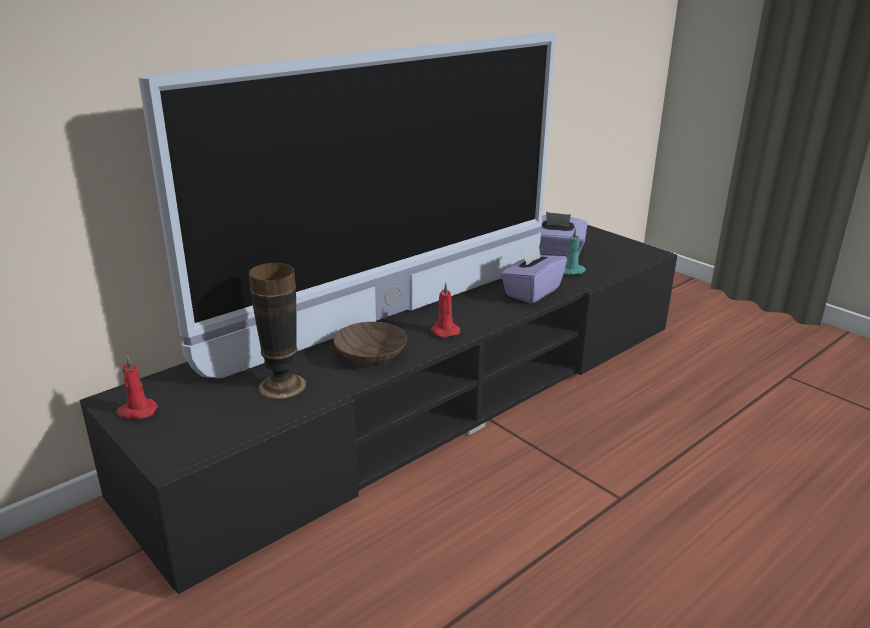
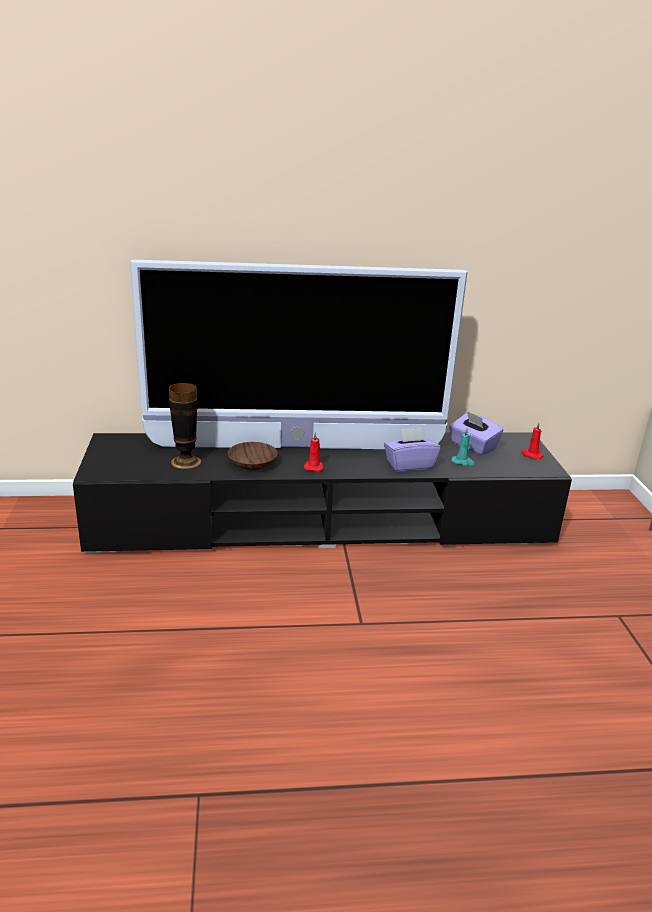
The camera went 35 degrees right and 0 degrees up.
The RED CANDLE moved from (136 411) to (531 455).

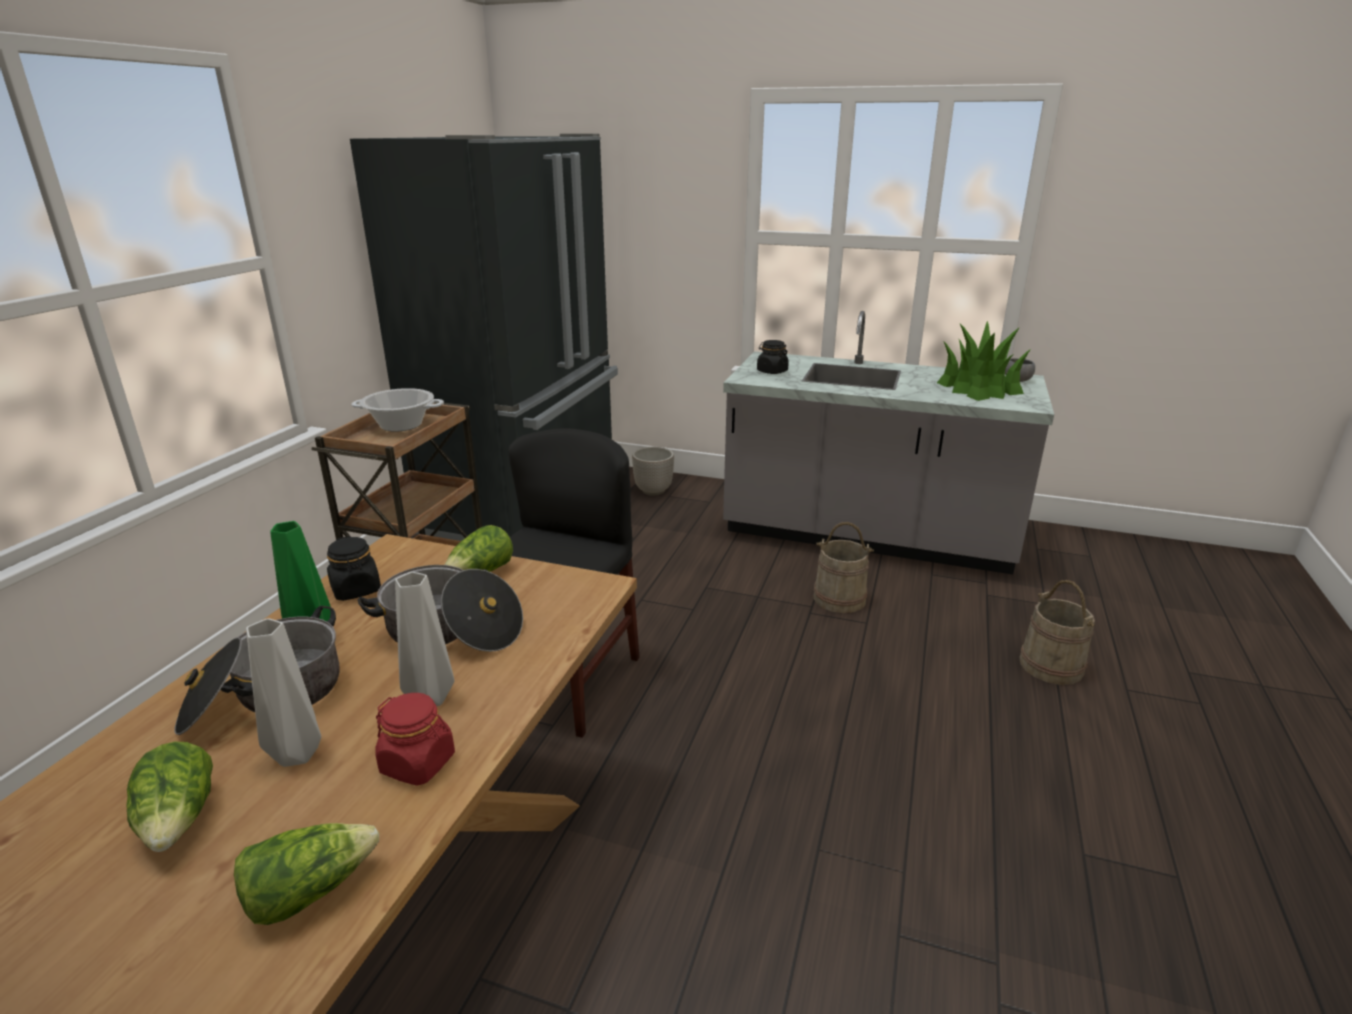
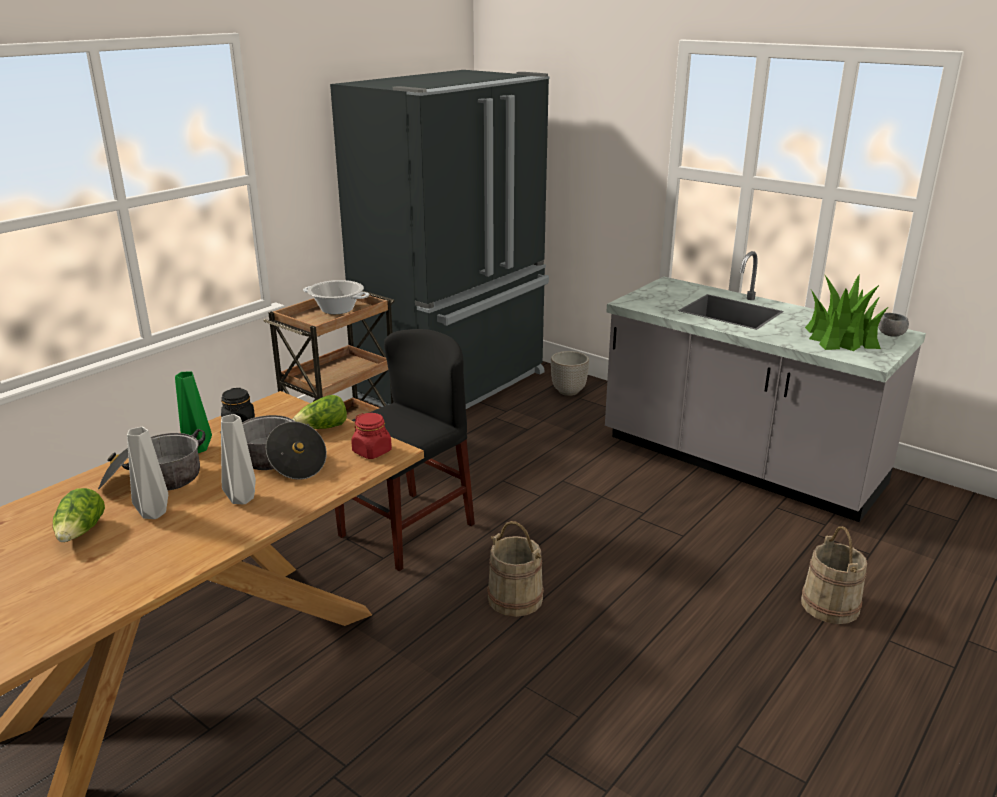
The camera went 20 degrees right and 0 degrees up.
The LETTUCE at (309 891) disappeared.
The BLACK JAR at (772 371) disappeared.
The RED JAR moved from (418 763) to (372 451).
The BEIGE BUCKET moved from (839 599) to (515 598).

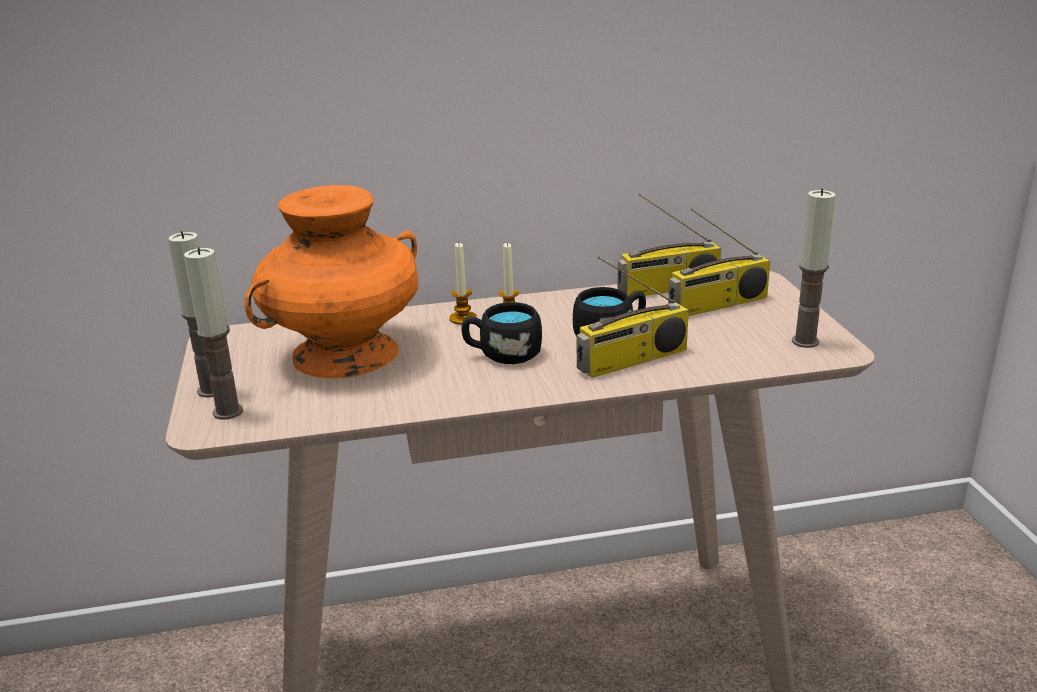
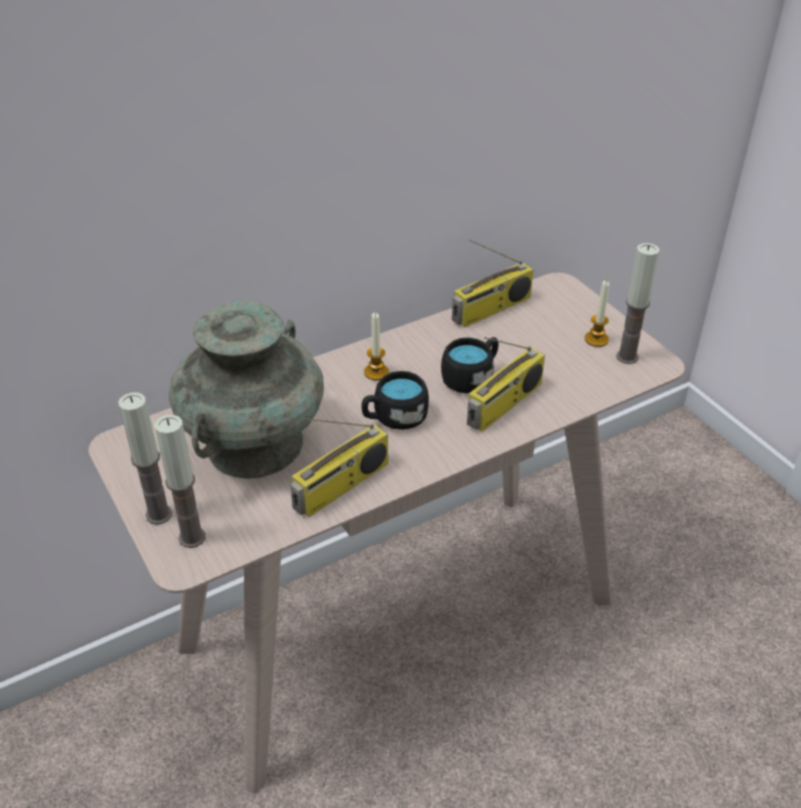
The camera went 20 degrees left and 15 degrees up.
The CANDLE moved from (463 318) to (596 339).
The RADIO moved from (717 305) to (341 487).
The ORANGE VASE at (346 354) became the TURQUOISE VASE at (255 443).

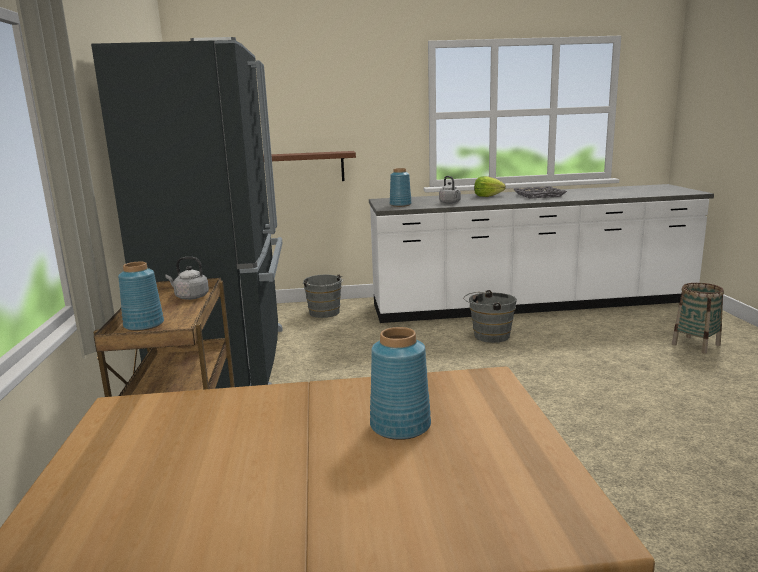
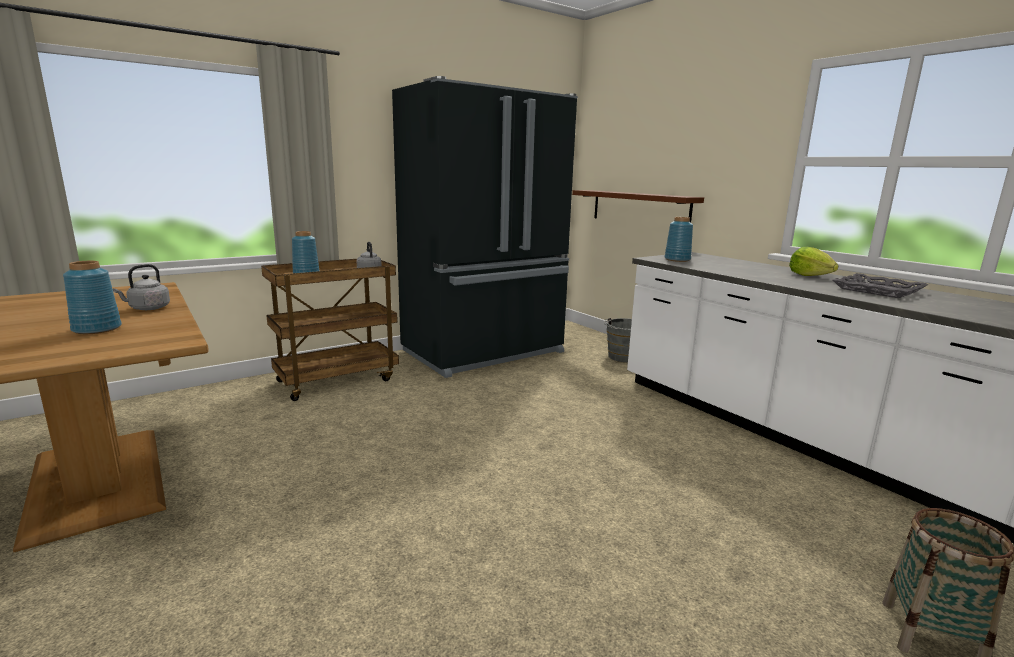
The camera went 60 degrees right and 0 degrees up.
The GREY BUCKET at (488 336) disappeared.
The GREY KETTLE moved from (450 203) to (147 308).

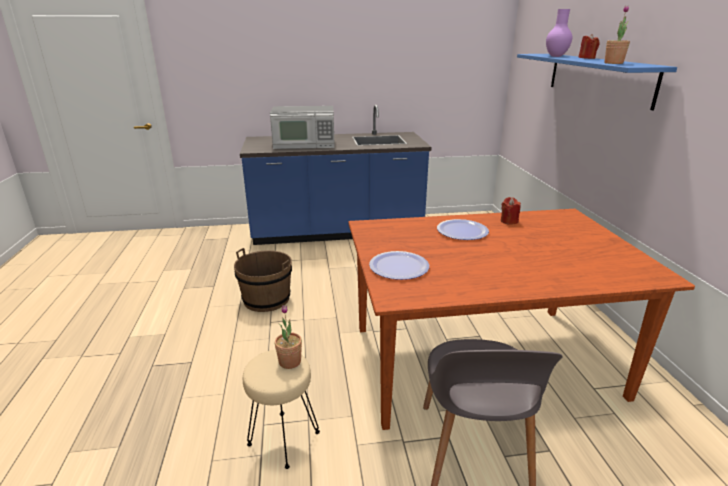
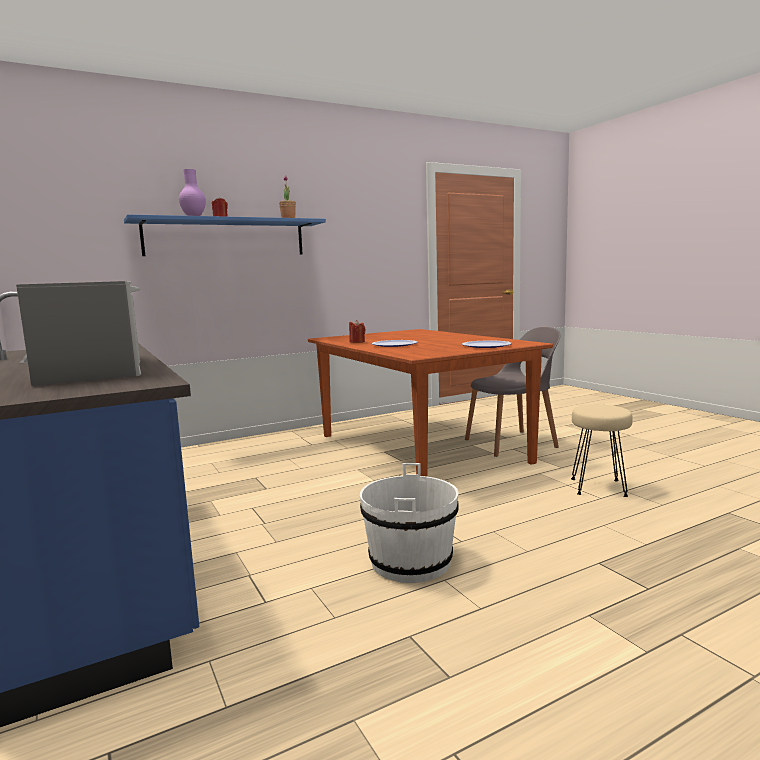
The camera went 110 degrees left and 15 degrees down.
The POTTED PLANT at (290 362) disappeared.
The BROWN BUCKET at (266 299) became the WHITE BUCKET at (410 562).

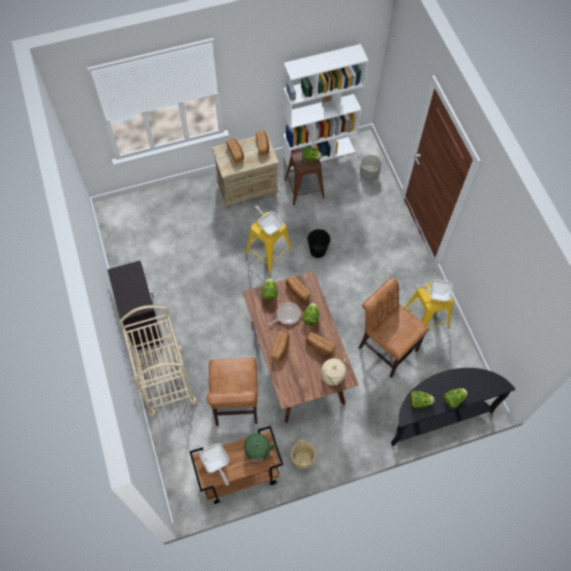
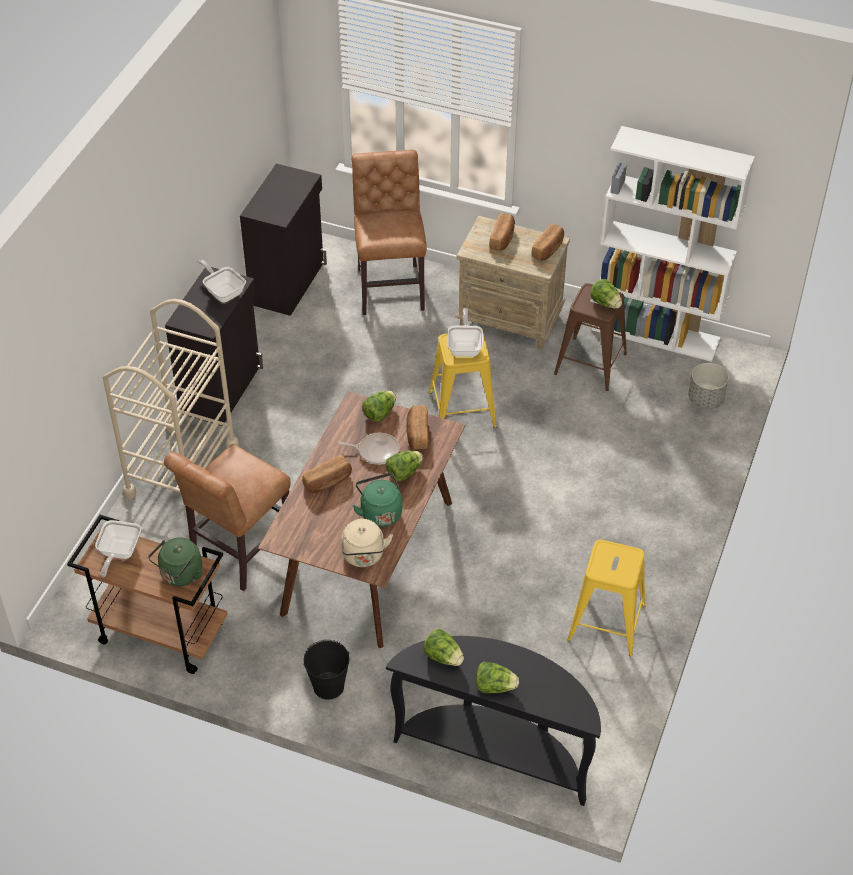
The camera went 40 degrees right and 15 degrees down.
The BEIGE BUCKET at (302 459) disappeared.
The BLACK CABINET at (288 283) appeared.
The BLACK BUCKET moved from (318 251) to (329 686).
The BROWN CHAIR moved from (385 347) to (390 286).
The FRYING PAN moved from (435 294) to (223 292).
The BREAD at (319 347) was replaced by the GREEN KETTLE at (380 512).

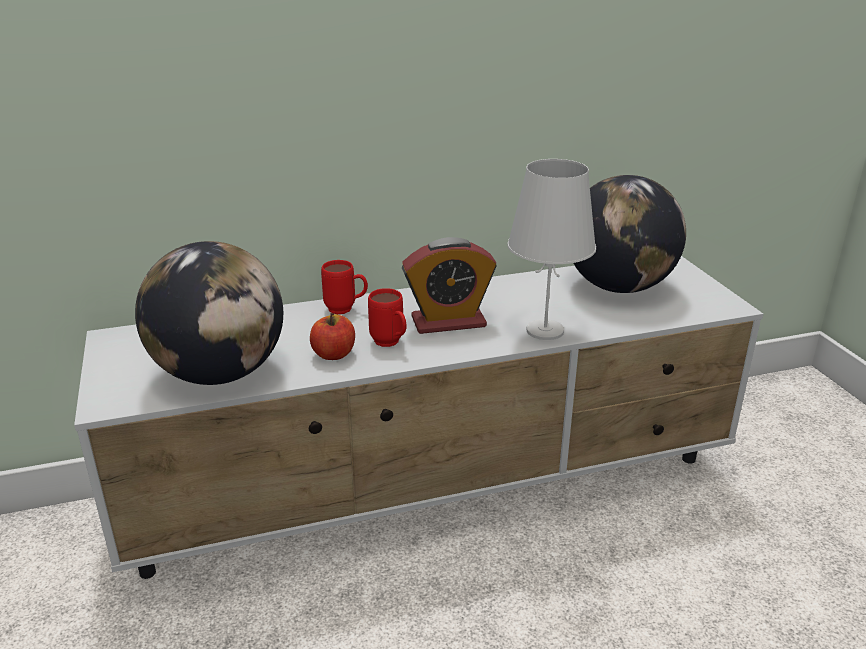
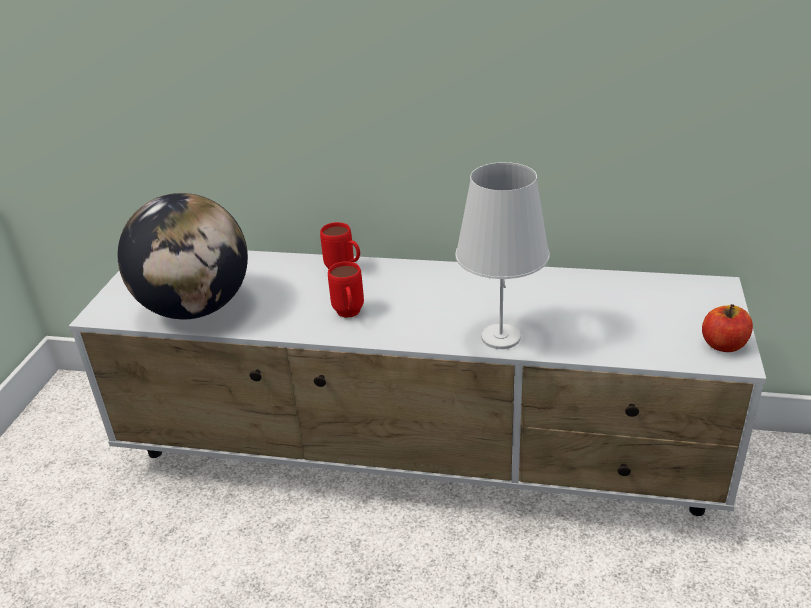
The camera went 30 degrees right and 5 degrees up.
The ALARM CLOCK at (448 322) disappeared.
The GLOBE at (618 287) disappeared.
The APPLE moved from (334 354) to (723 345).

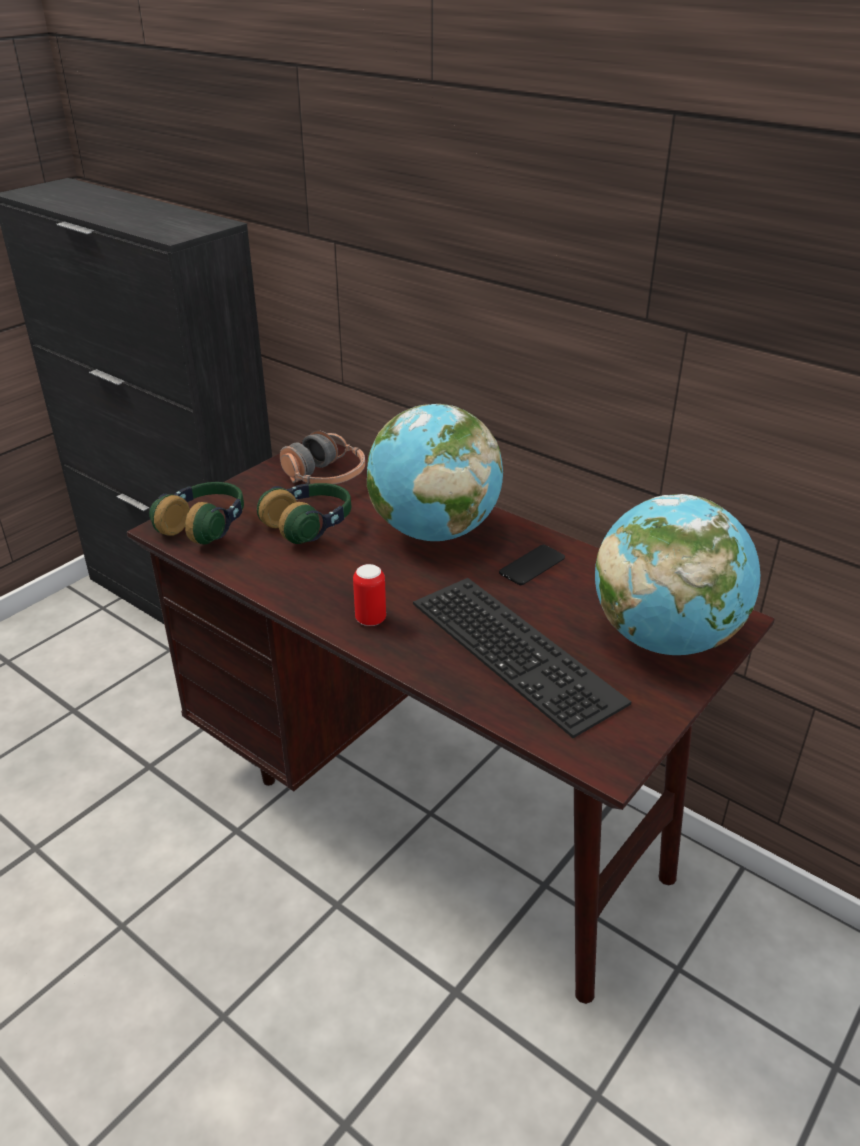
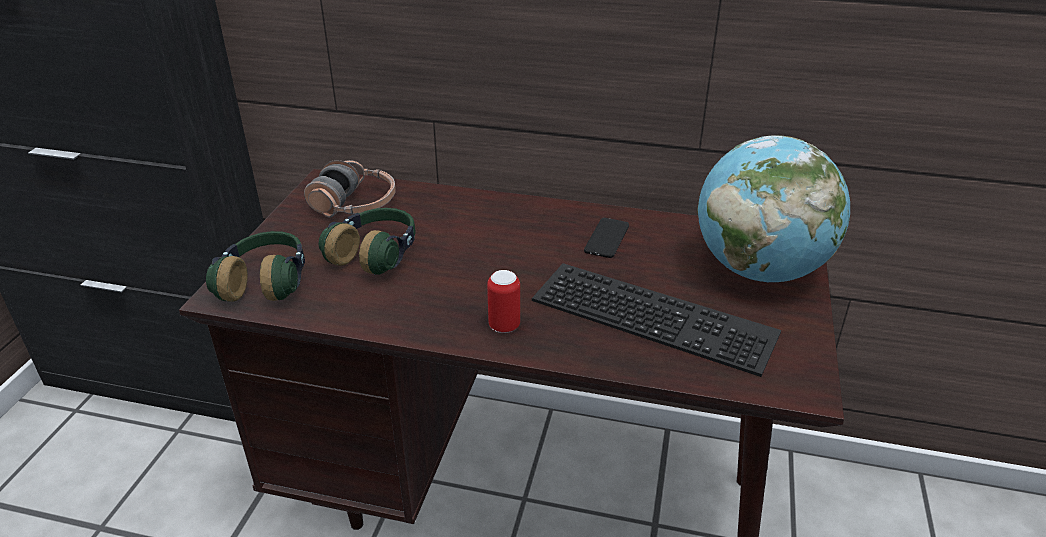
The camera went 25 degrees left and 0 degrees up.
The GLOBE at (434 531) disappeared.

